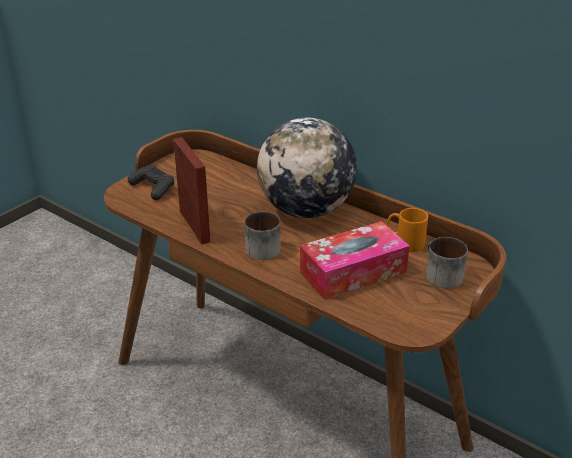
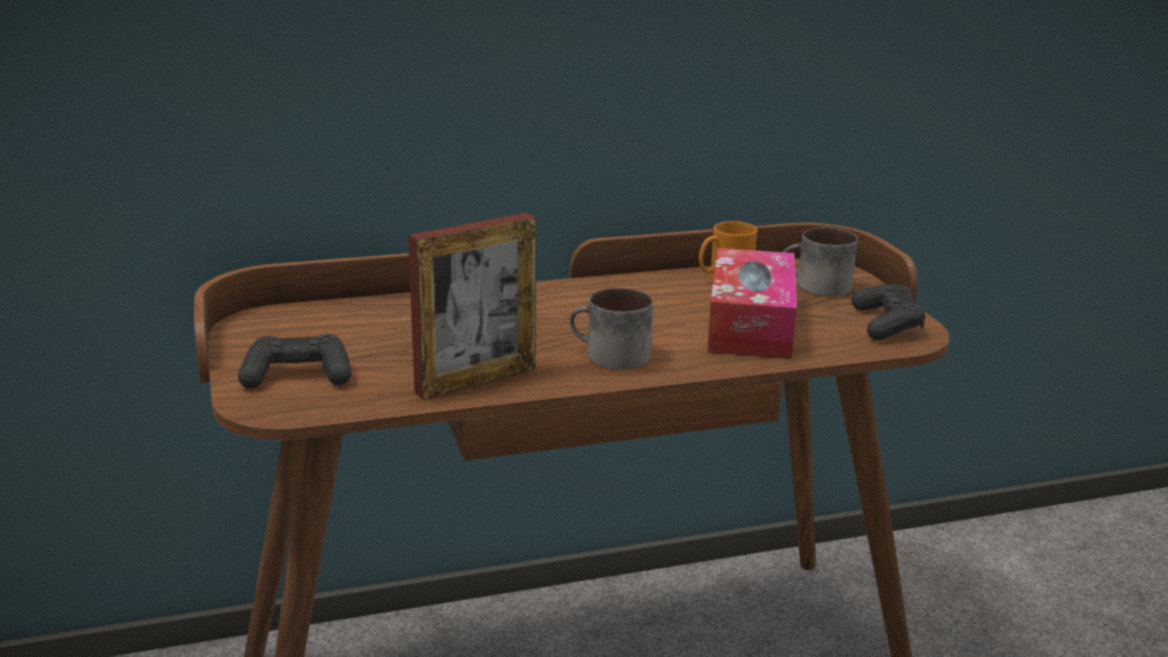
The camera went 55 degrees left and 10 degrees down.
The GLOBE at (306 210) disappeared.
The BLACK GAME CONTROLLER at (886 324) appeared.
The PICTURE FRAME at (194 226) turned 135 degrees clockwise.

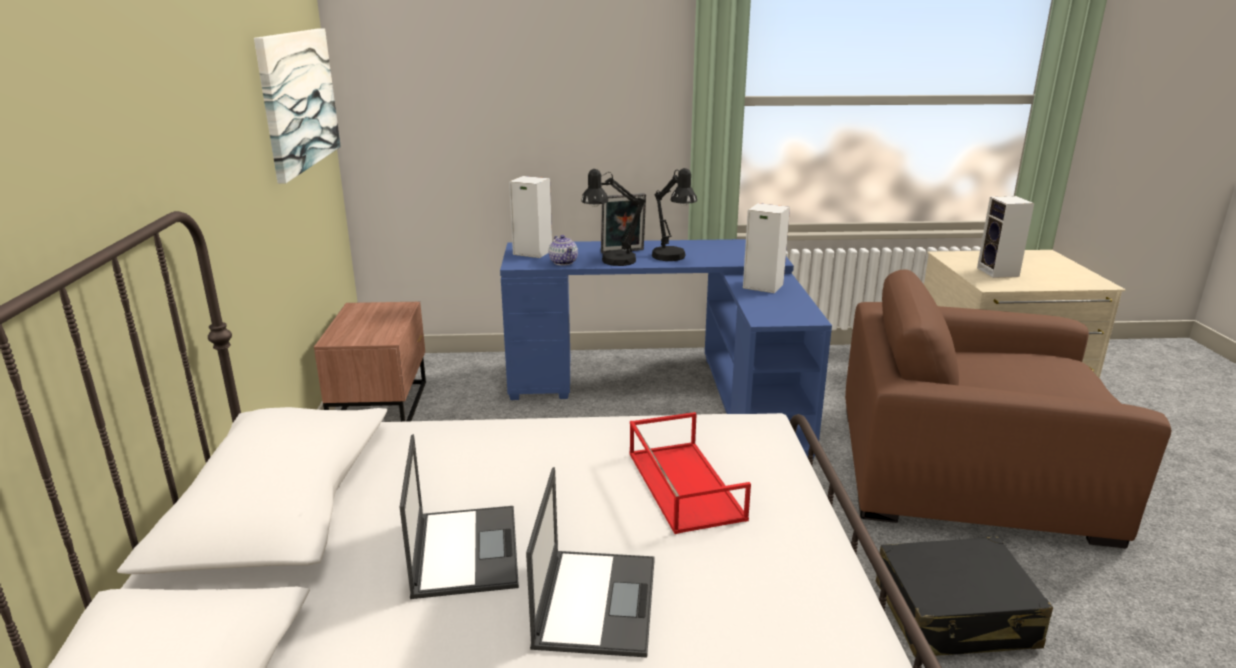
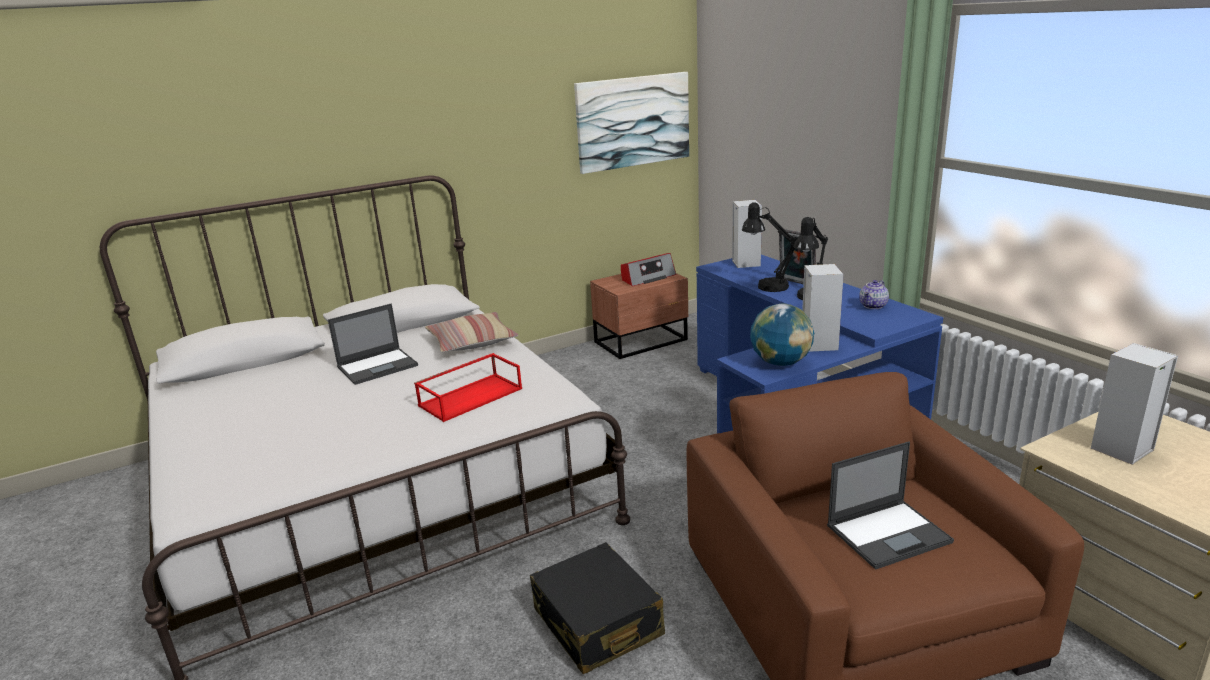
The camera went 65 degrees right and 0 degrees up.
The PILLOW at (472 342) appeared.
The RADIO at (647 278) appeared.
The GLOBE at (780 363) appeared.
The LAPTOP moved from (596 601) to (889 533).
The TEAPOT moved from (563 262) to (873 306).

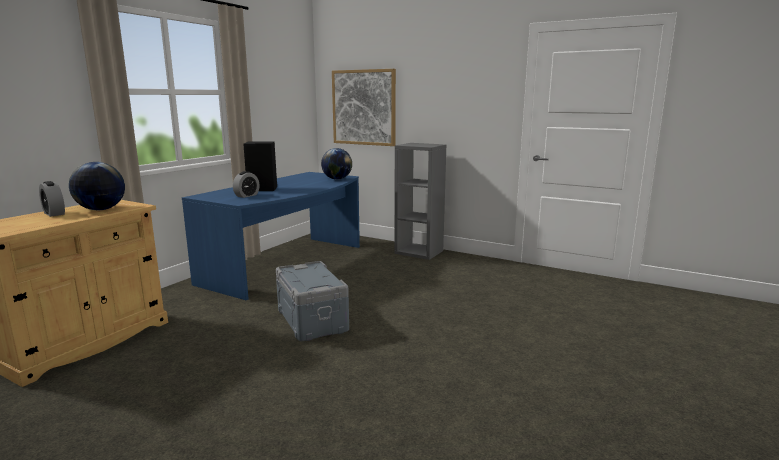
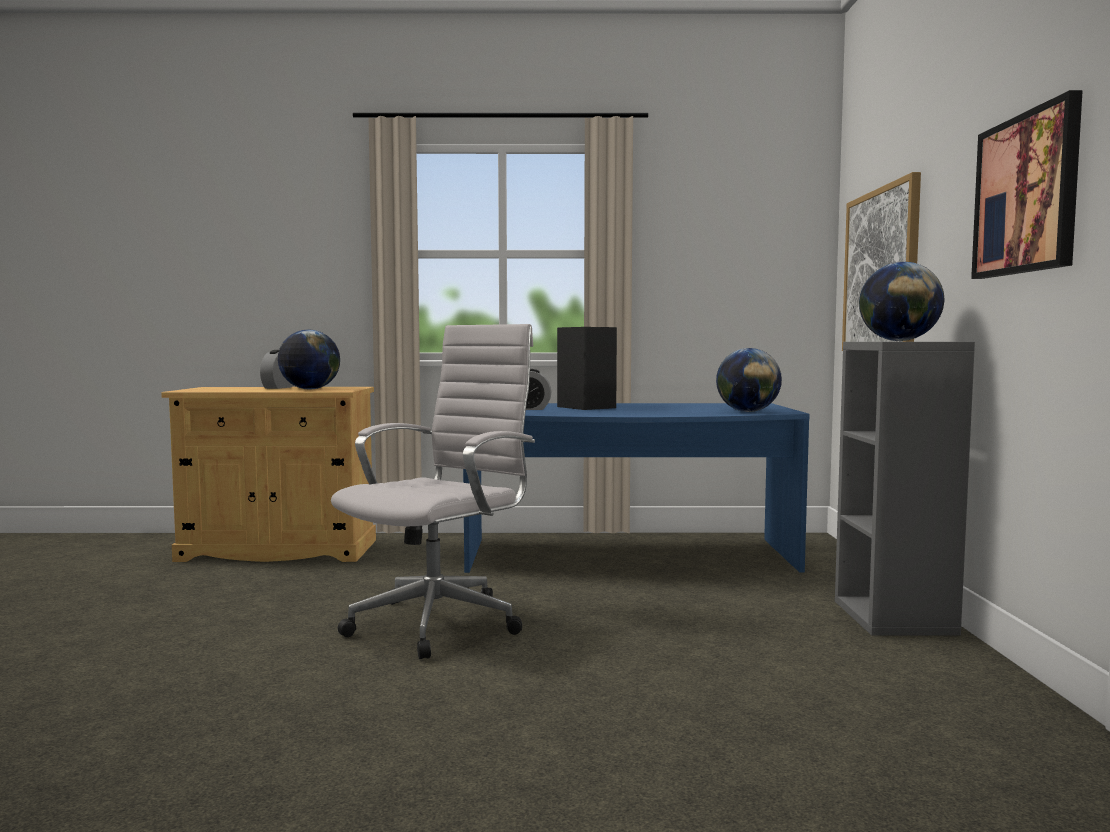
The camera went 60 degrees right and 10 degrees down.
The GLOBE at (899 341) appeared.
The PICTURE at (1026 194) appeared.
The GREY STORAGE BOX at (313 320) was replaced by the WHITE OFFICE CHAIR at (441 622).

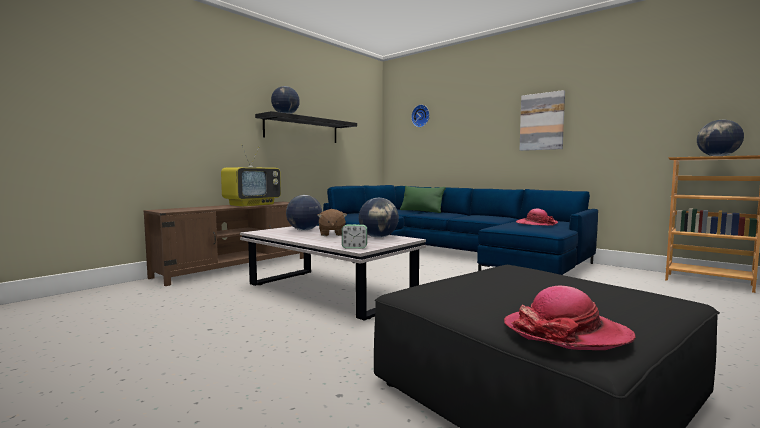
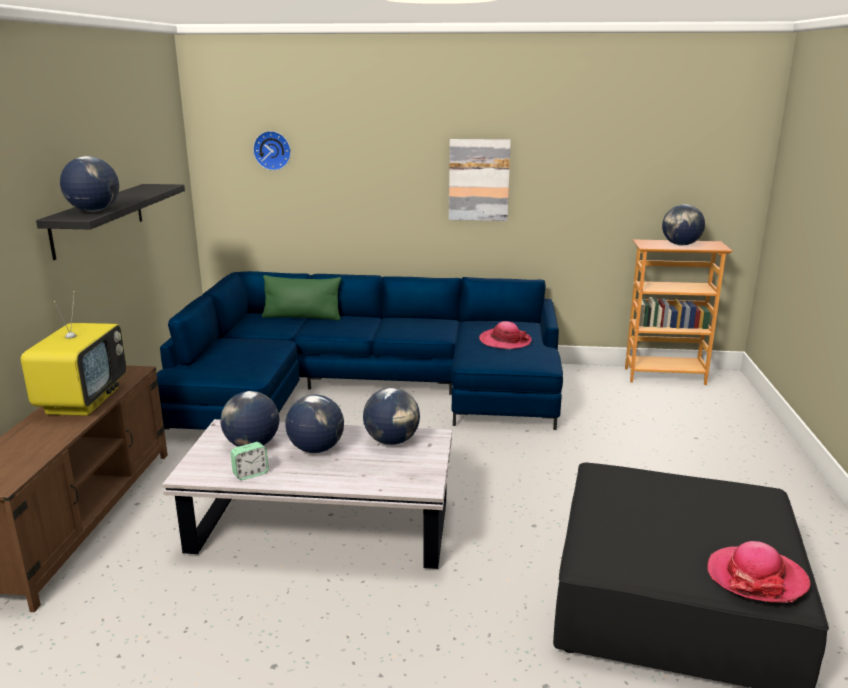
The camera went 35 degrees left and 15 degrees up.
The ALARM CLOCK moved from (354 247) to (250 474).
The BROWN PLUSH TOY at (331 234) was replaced by the GLOBE at (316 449).

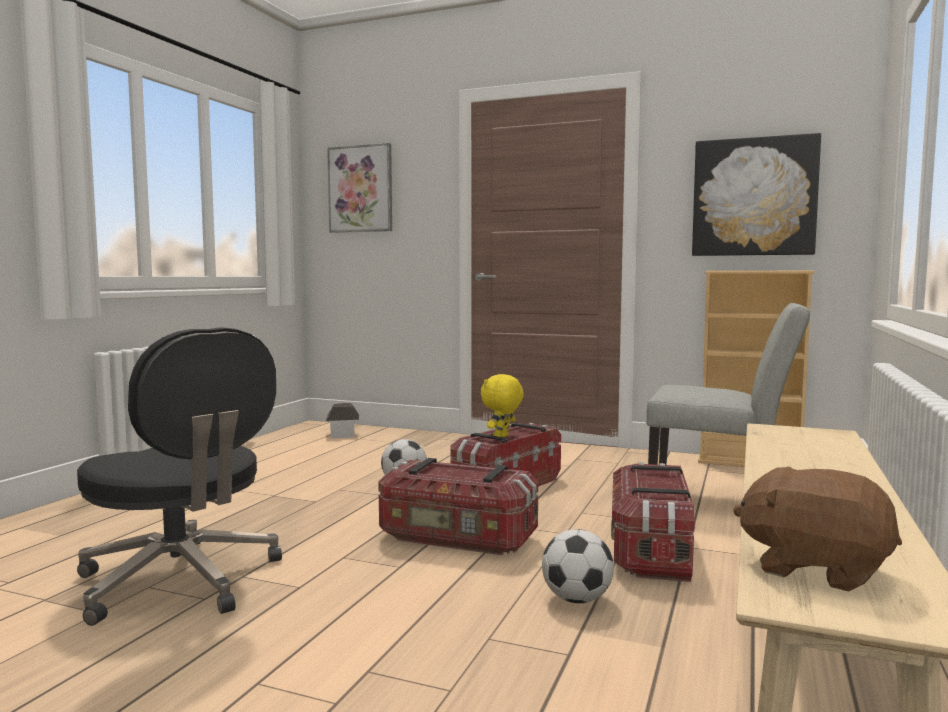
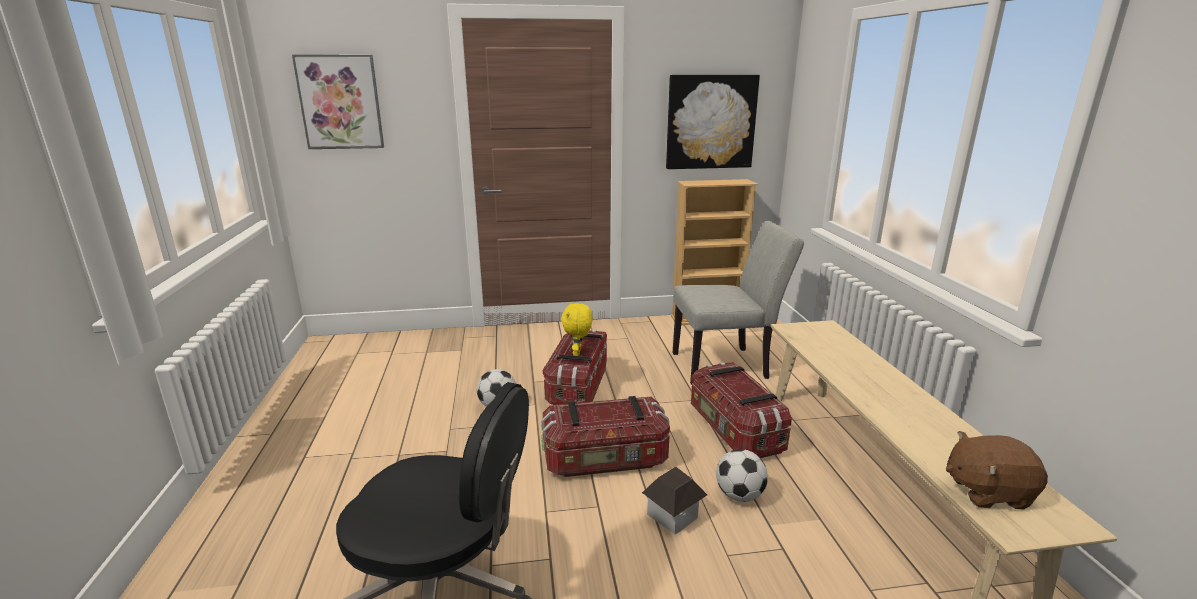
The camera went 30 degrees left and 15 degrees up.
The TOY HOUSE moved from (343 435) to (673 515).

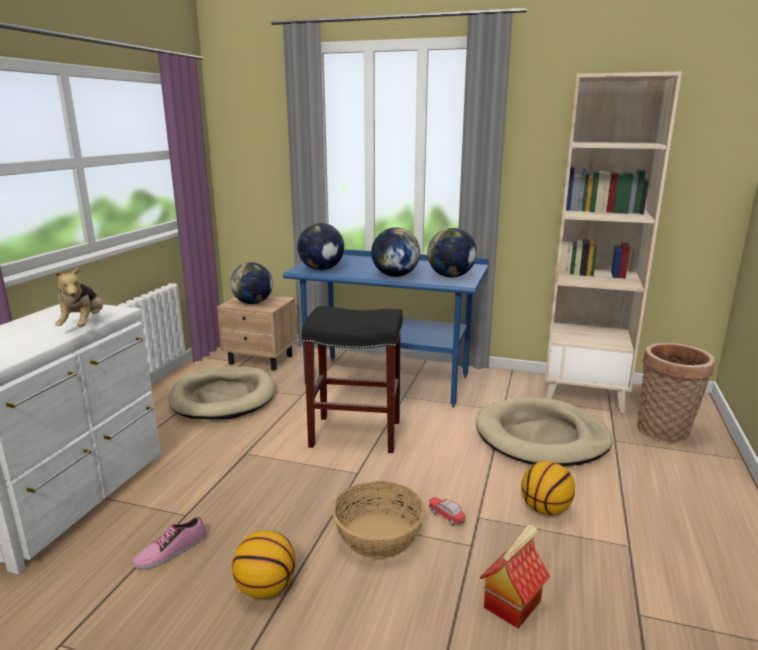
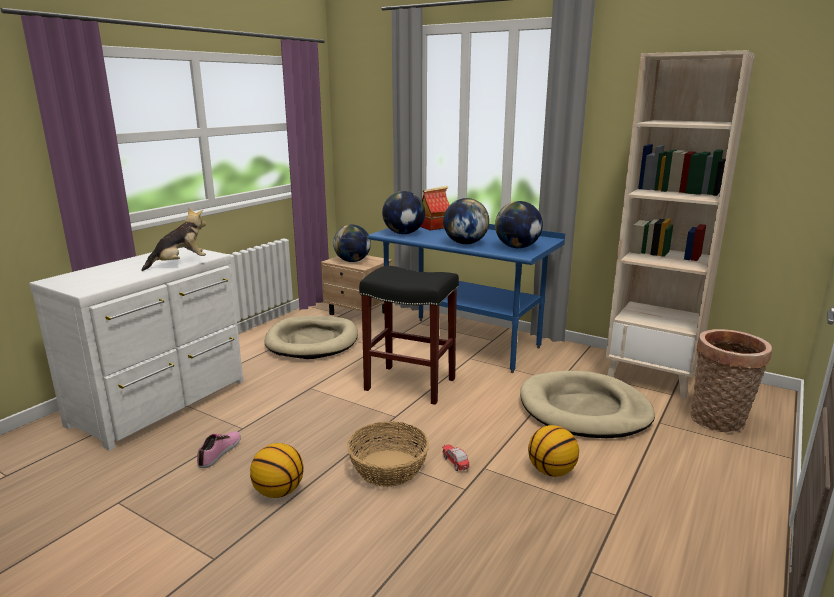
The camera went 15 degrees right and 0 degrees up.
The TOY HOUSE moved from (512 603) to (434 227).
The PLUSH TOY at (84 325) turned 135 degrees counterclockwise.
The SHOE at (170 550) turned 135 degrees clockwise.

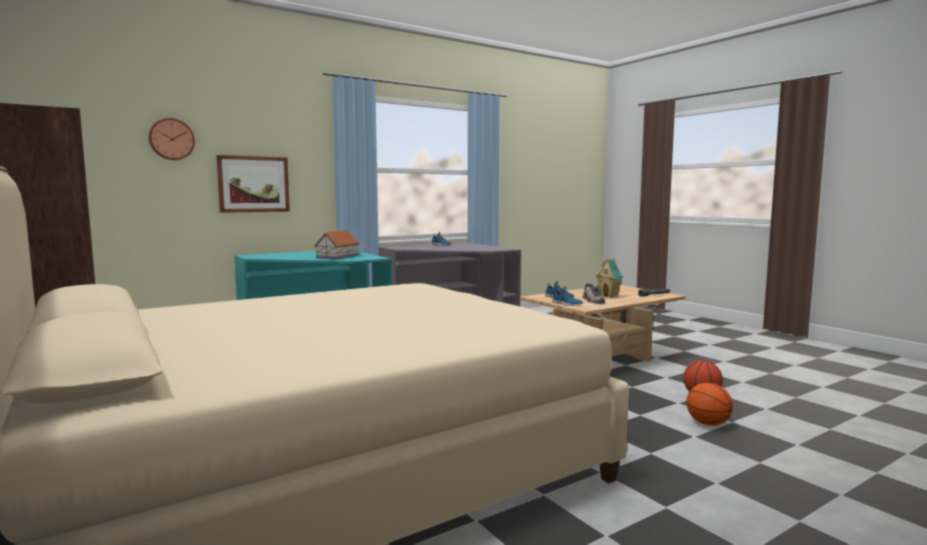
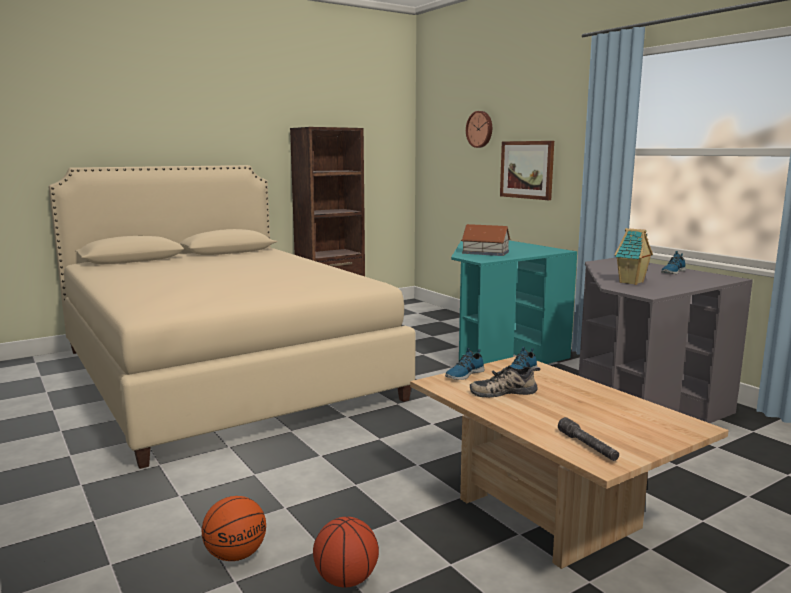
The camera went 90 degrees right and 5 degrees up.
The TOY HOUSE moved from (609 296) to (632 282).

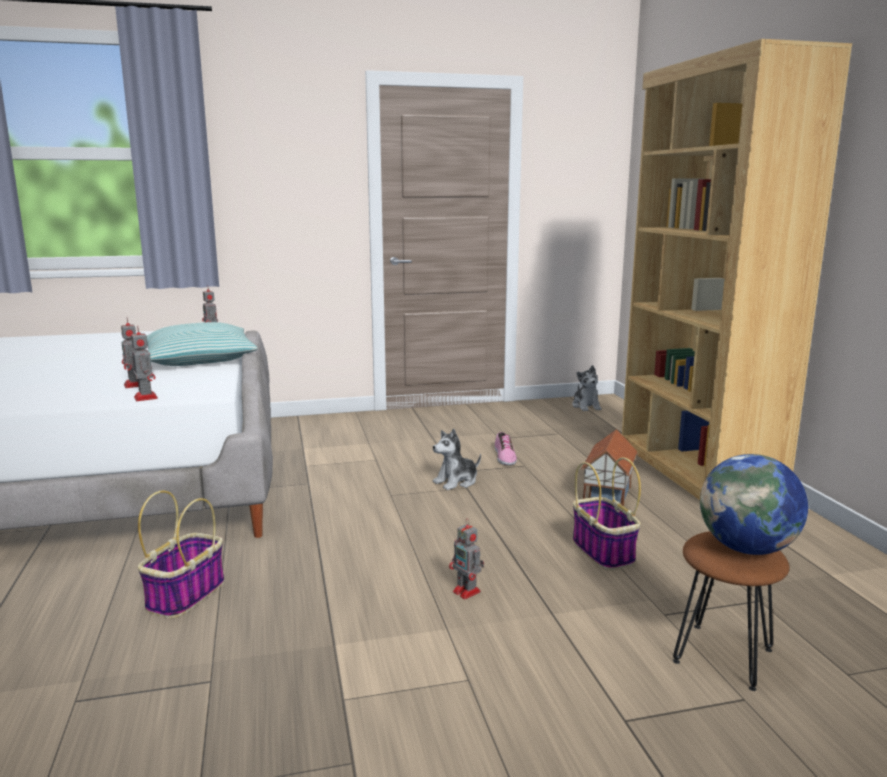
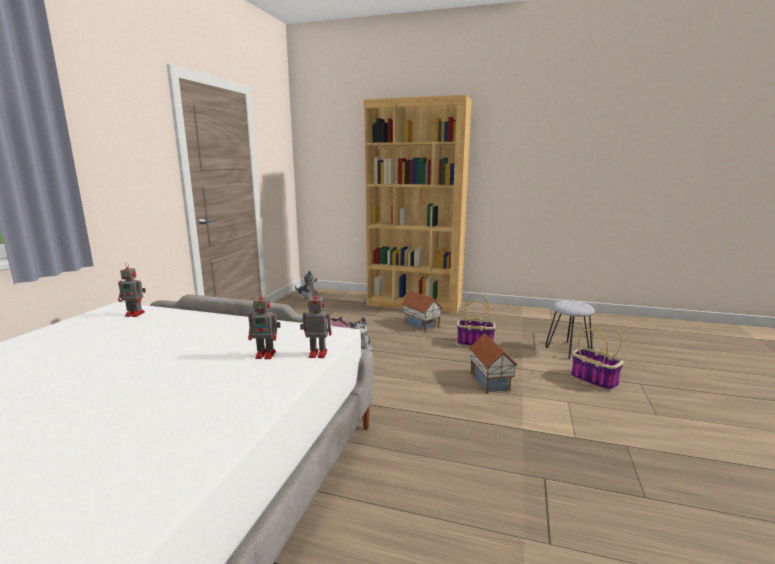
The camera went 60 degrees left and 0 degrees up.
The PILLOW at (199 359) disappeared.
The GLOBE at (747 548) disappeared.
The BASKET moved from (186 594) to (592 380).
The TOY ROBOT at (467 592) was replaced by the TOY HOUSE at (491 381).
The BROWN STOOL at (722 655) became the GREY STOOL at (567 350).

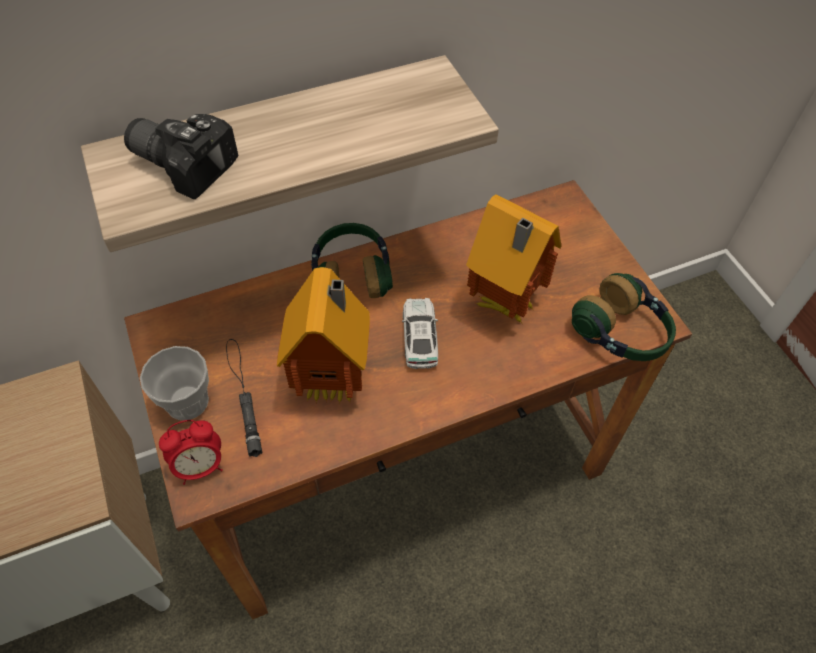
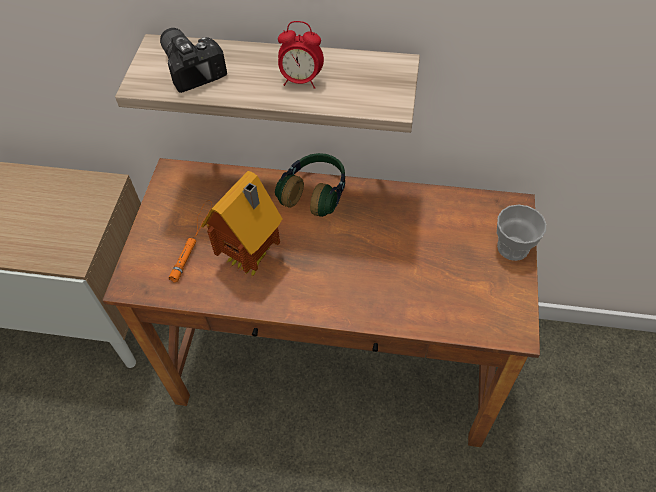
The camera went 35 degrees right and 0 degrees up.
The TOY CAR at (419 336) disappeared.
The TOY HOUSE at (503 307) disappeared.
The HEADPHONES at (621 333) disappeared.
The CUP moved from (187 401) to (513 247).
The ALARM CLOCK moved from (200 467) to (301 81).
The BLACK FLASHLIGHT at (243 395) became the ORANGE FLASHLIGHT at (192 240).

